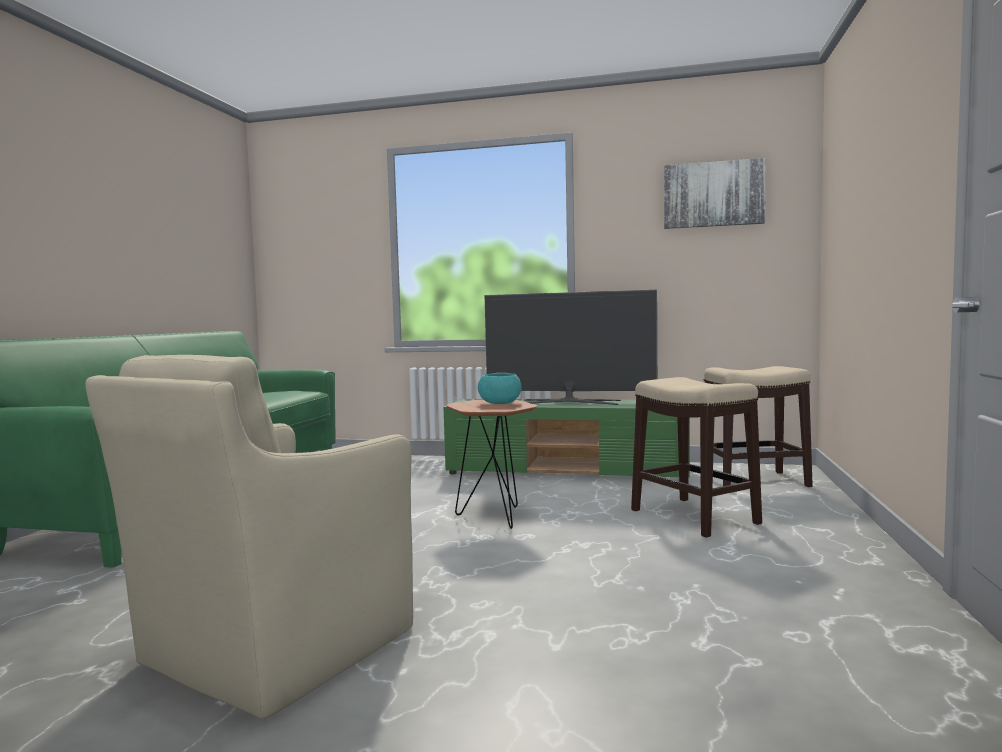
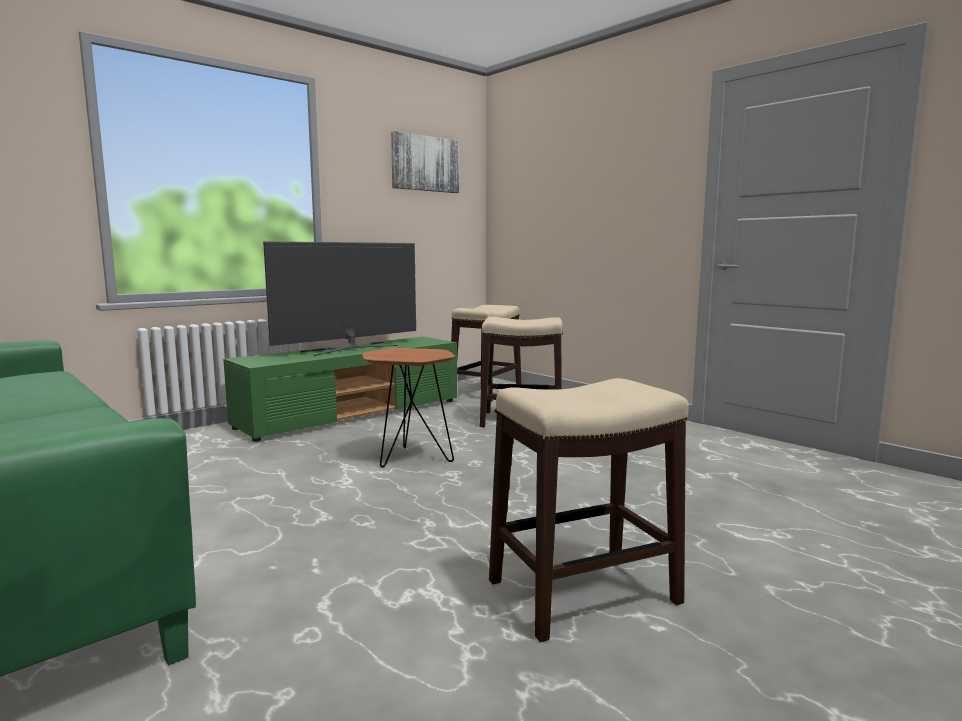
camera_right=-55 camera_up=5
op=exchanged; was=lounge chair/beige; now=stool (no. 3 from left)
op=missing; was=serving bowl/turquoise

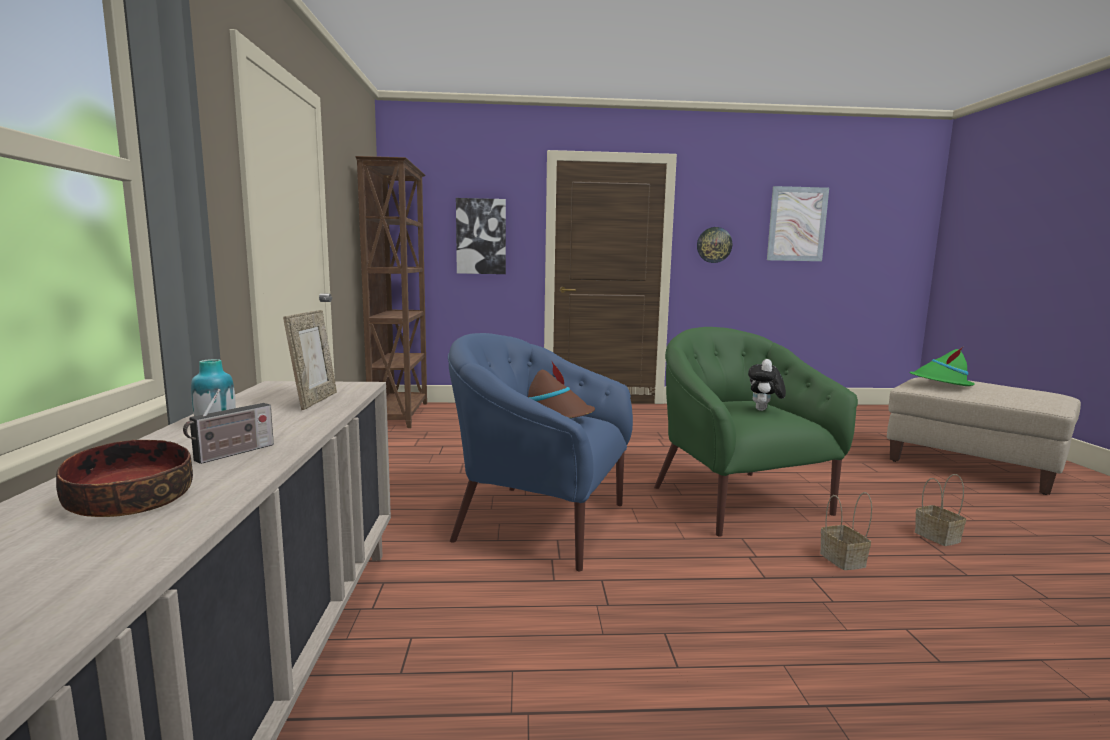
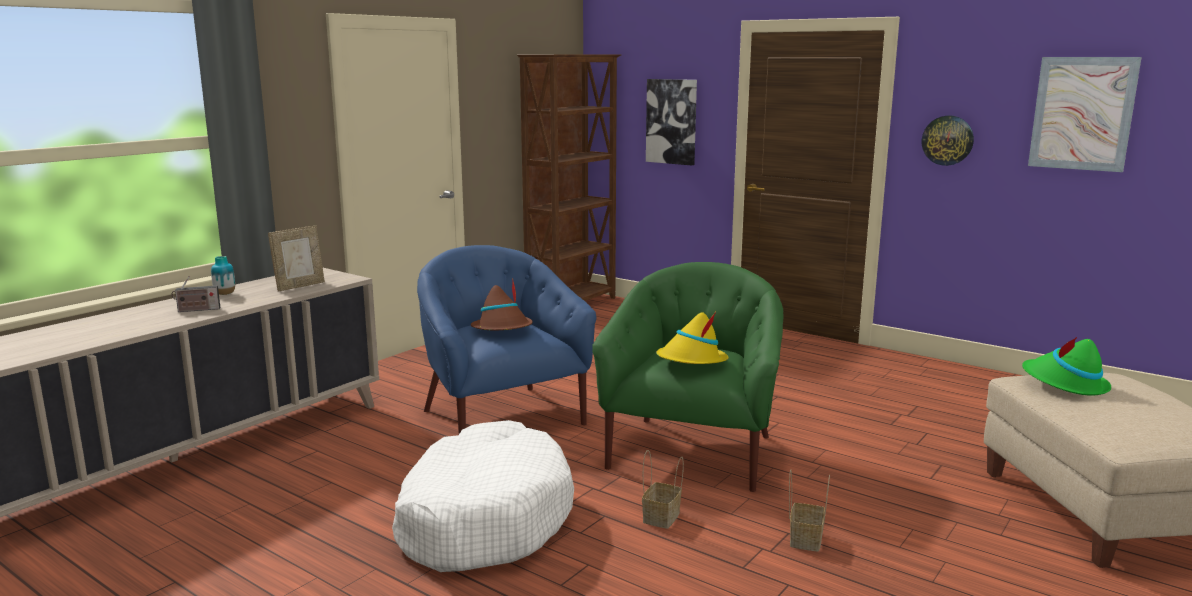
camera_right=40 camera_up=5
op=appeared; now=dog bed/white-coloured
op=exchanged; was=soft toy; now=clothing hat/yellow-coloured
op=missing; was=serving bowl

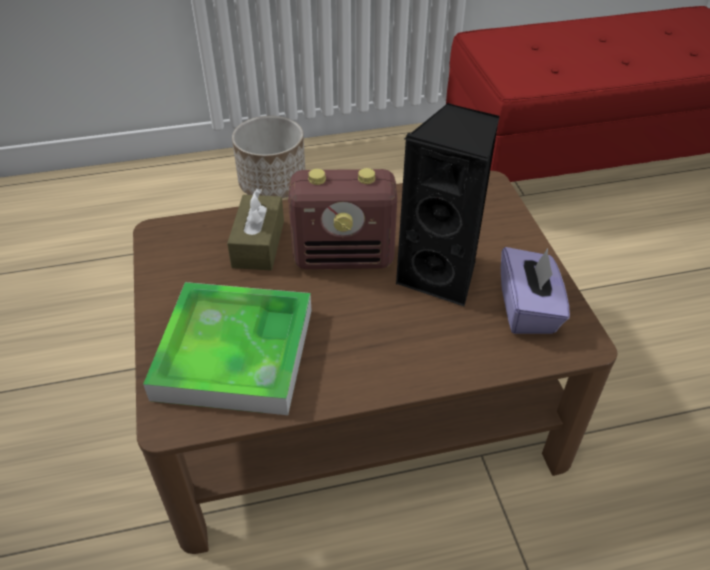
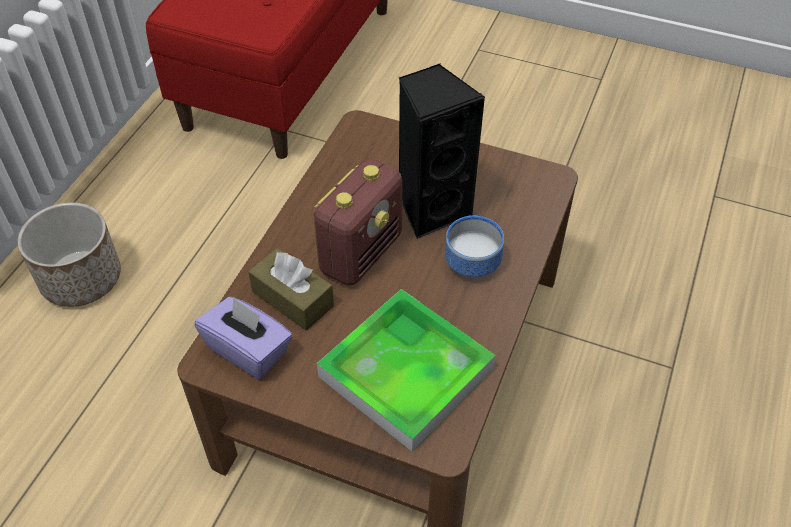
camera_right=-55 camera_up=5
op=relocated; was=box of tissues/purplish
op=appeared; now=serving bowl

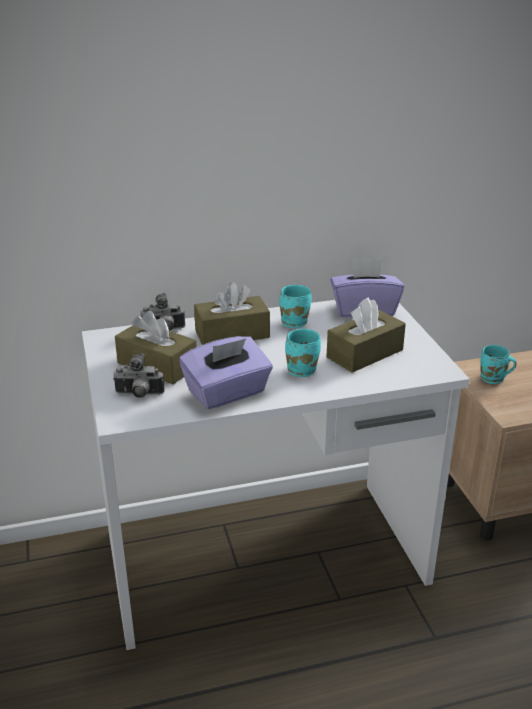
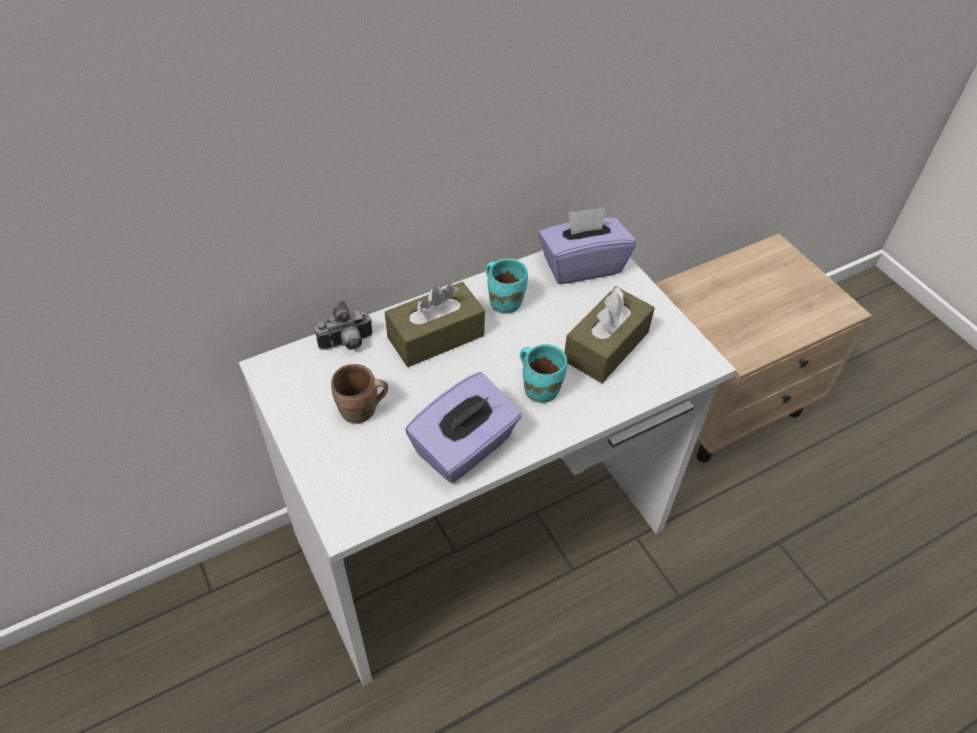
camera_right=-15 camera_up=20
op=exchanged; was=box of tissues/brownish (no. 1 from left); now=coffee mug/brownish
op=missing; was=still camera (no. 1 from left)
op=missing; was=coffee mug/turquoise (no. 3 from left)

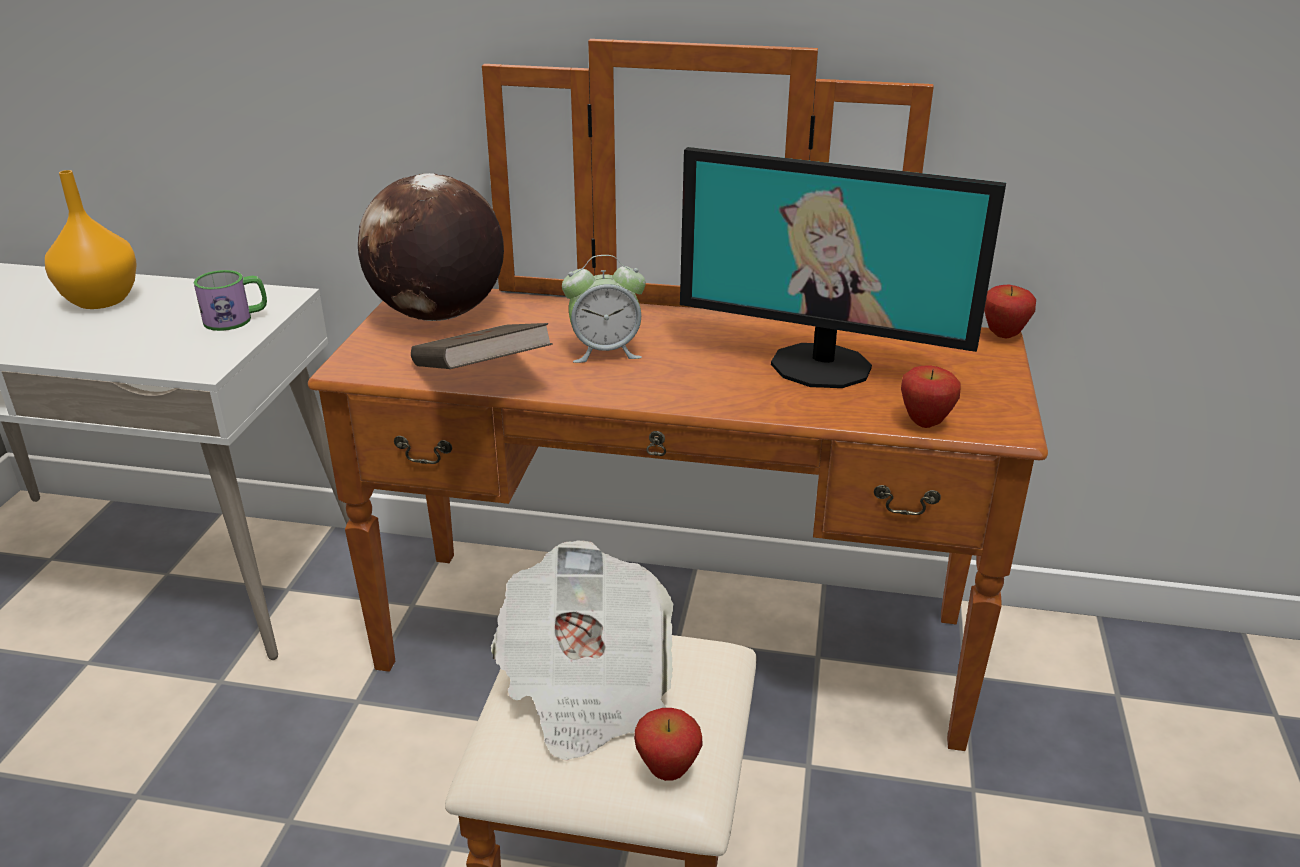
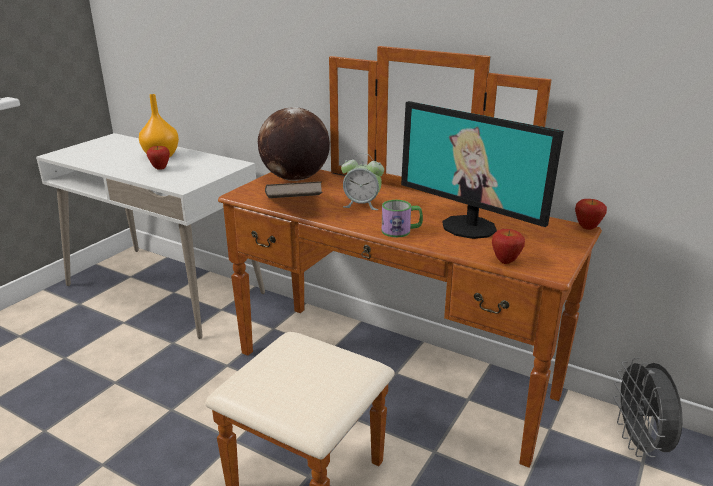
camera_right=20 camera_up=-5
op=relocated; was=apple fruit (no. 1 from left)
op=relocated; was=coffee mug
op=appeared; now=electric fan/greyish
op=missing; was=newspaper

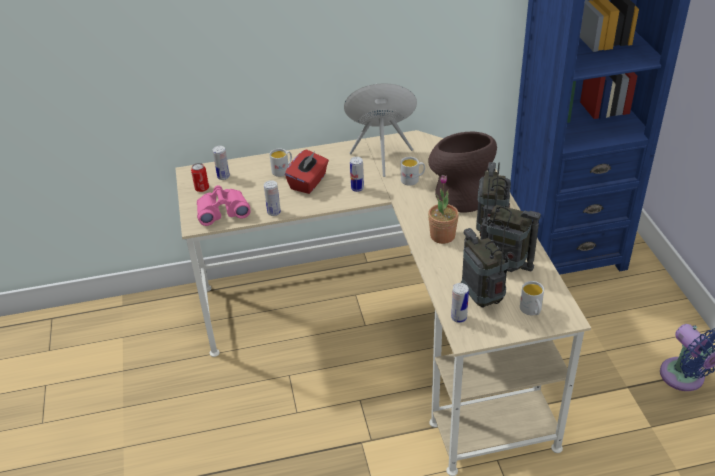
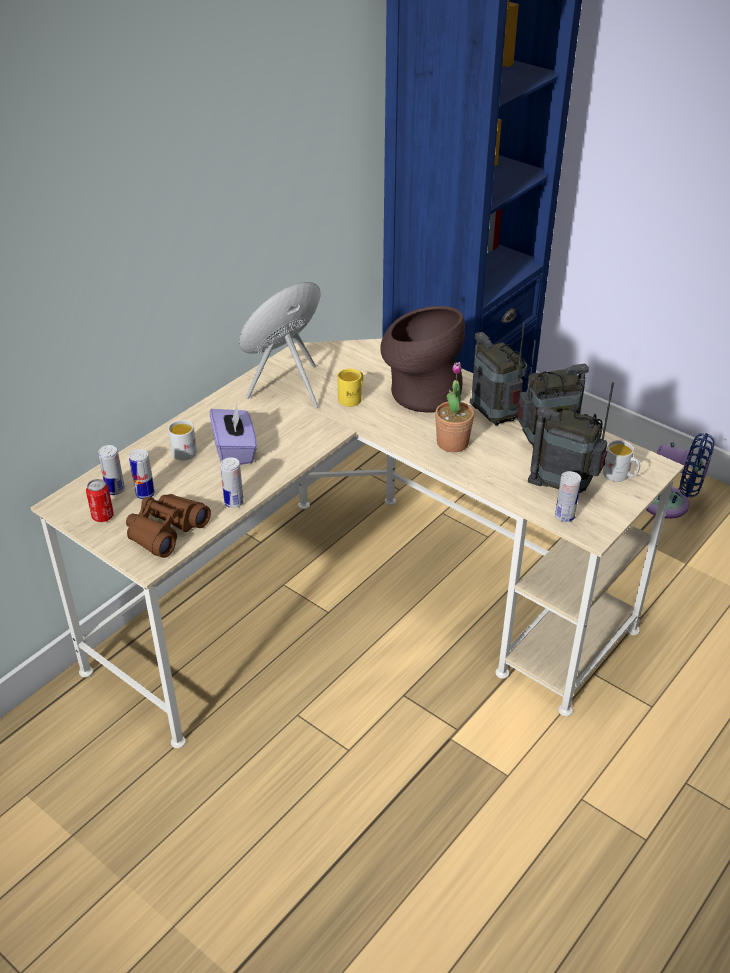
camera_right=-40 camera_up=0
op=colour; was=binoculars/pink-coloured; now=binoculars/brownish
op=relocated; was=sealed can (no. 4 from left in the first image); now=sealed can (no. 3 from left)
op=colour; was=box of tissues/red; now=box of tissues/purplish
op=colour; was=coffee mug/white-coloured (no. 2 from left); now=coffee mug/yellow-coloured

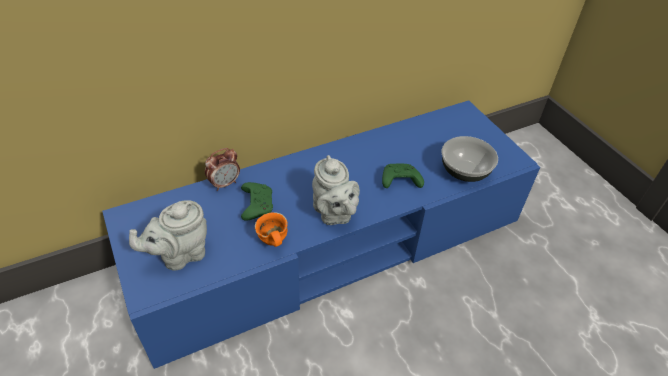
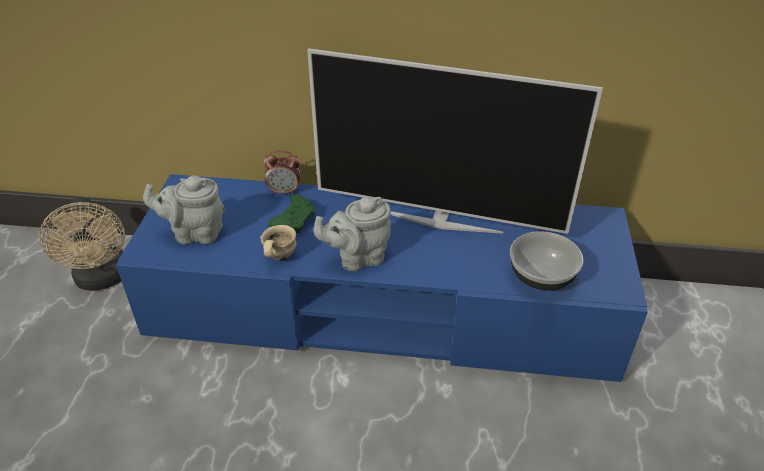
camera_right=35 camera_up=-5
op=appeared; now=electric fan/beige
op=colour; was=coffee mug/orange; now=coffee mug/beige
op=appeared; now=TV set
op=spun; was=teapot/greyish (no. 2 from left); clockwise=60
op=missing; was=game controller/greenish (no. 2 from left)

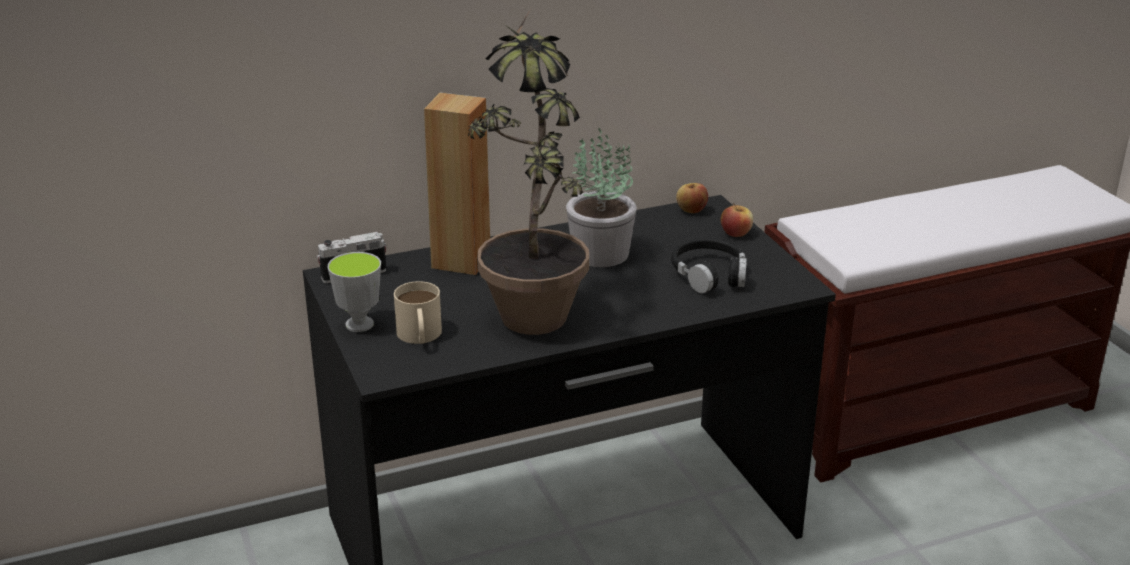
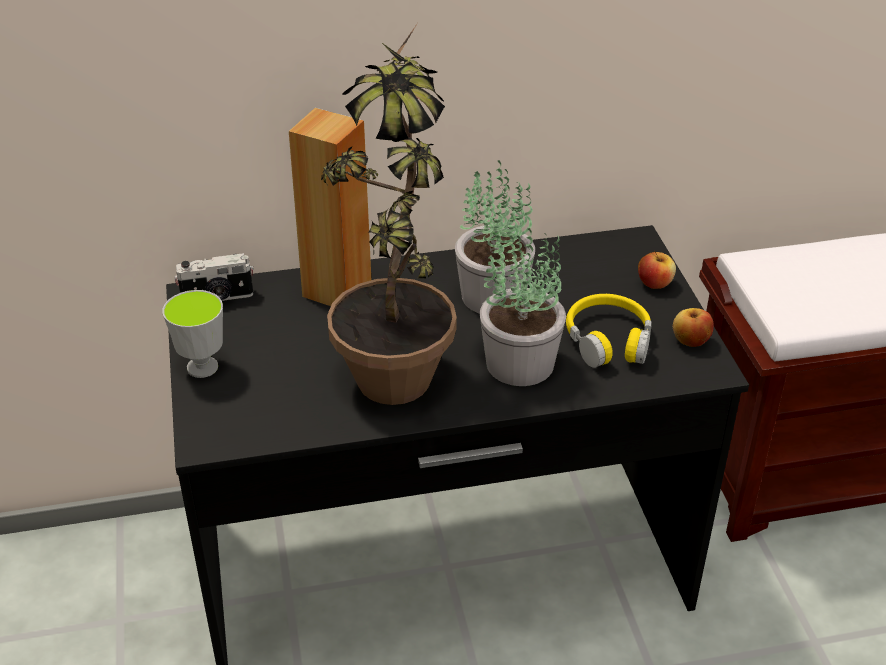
camera_right=10 camera_up=10
op=appeared; now=plant in a pot (no. 3 from left)
op=colour; was=headphones/blackish; now=headphones/yellow-coloured
op=relocated; was=apple fruit (no. 1 from left in the first image); now=apple fruit (no. 2 from left)
op=missing; was=coffee mug/beige

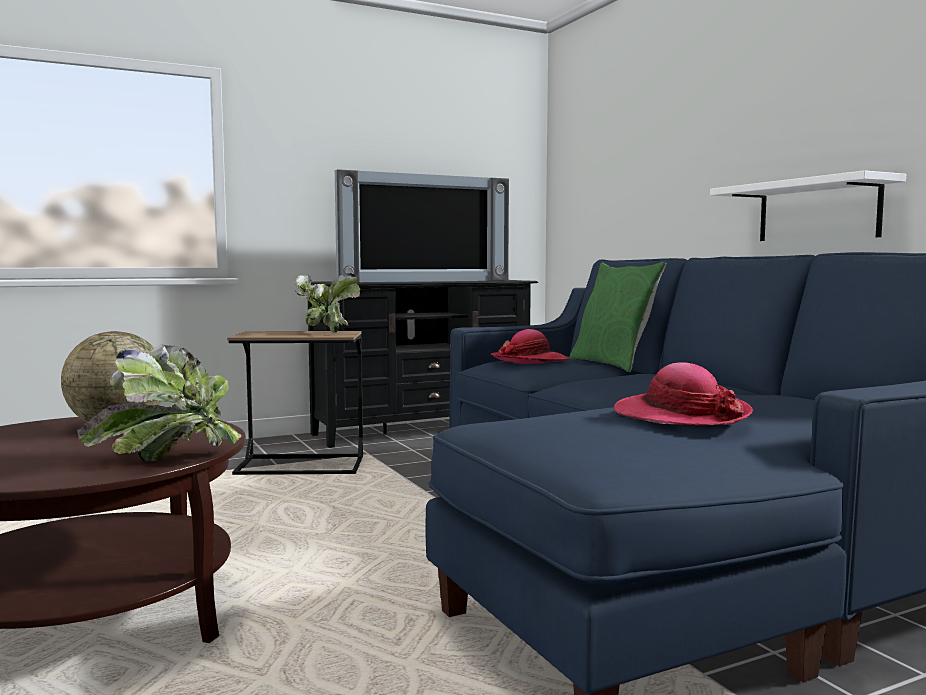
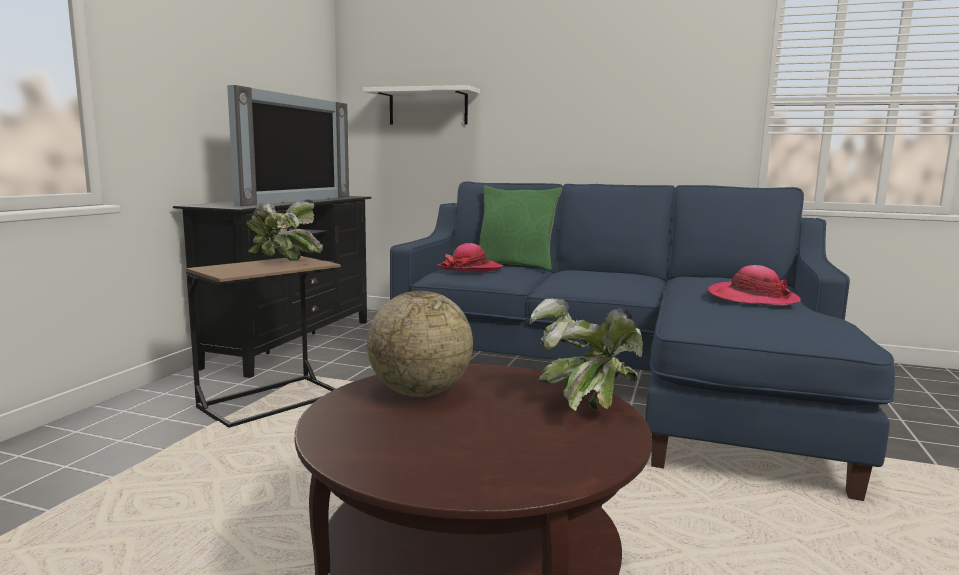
camera_right=-45 camera_up=5
op=relocated; was=wall shelf/white-coloured

